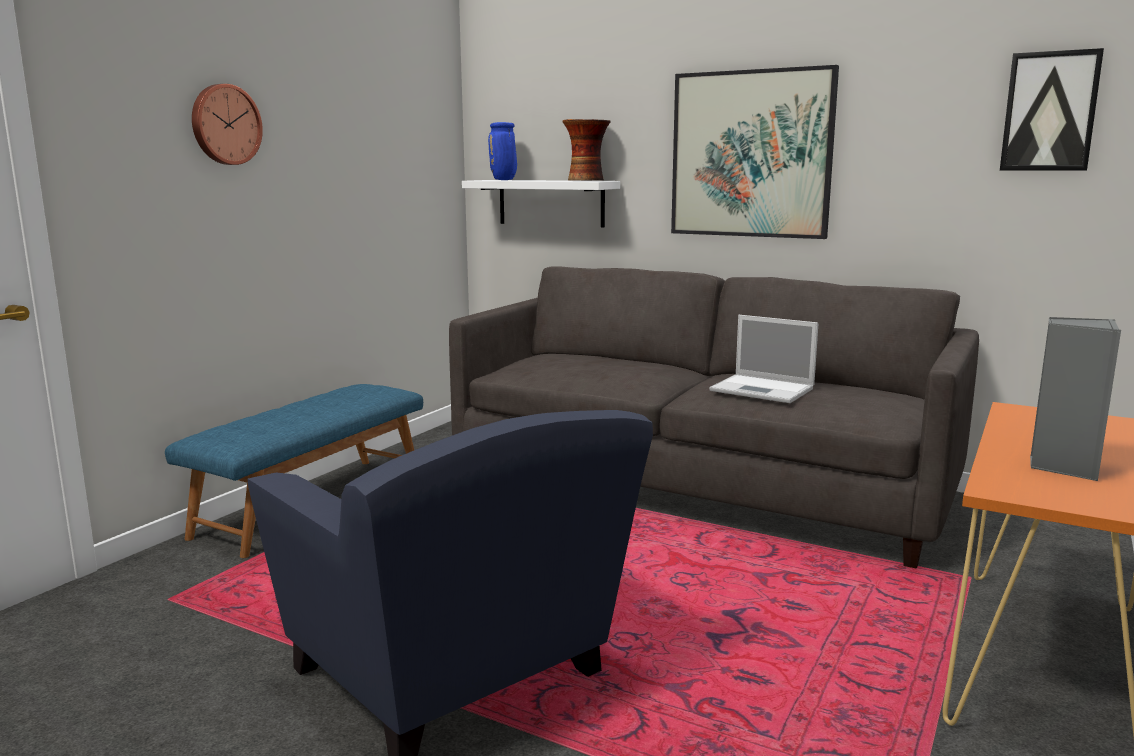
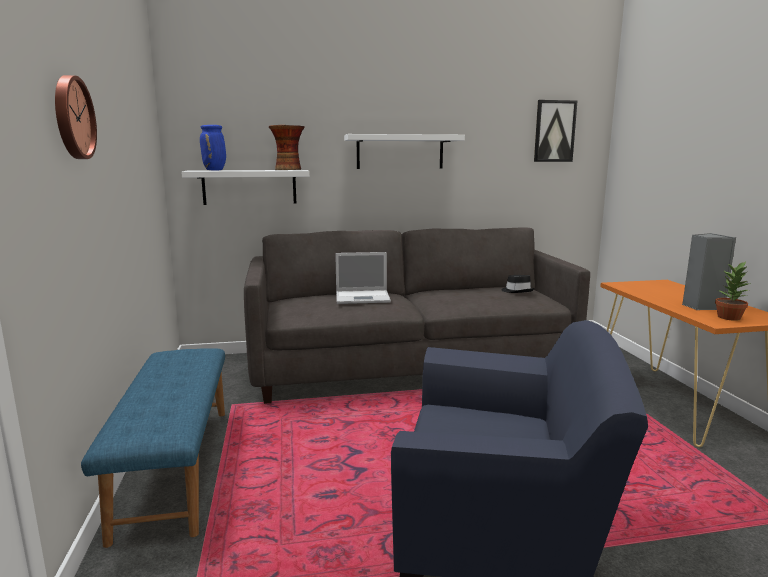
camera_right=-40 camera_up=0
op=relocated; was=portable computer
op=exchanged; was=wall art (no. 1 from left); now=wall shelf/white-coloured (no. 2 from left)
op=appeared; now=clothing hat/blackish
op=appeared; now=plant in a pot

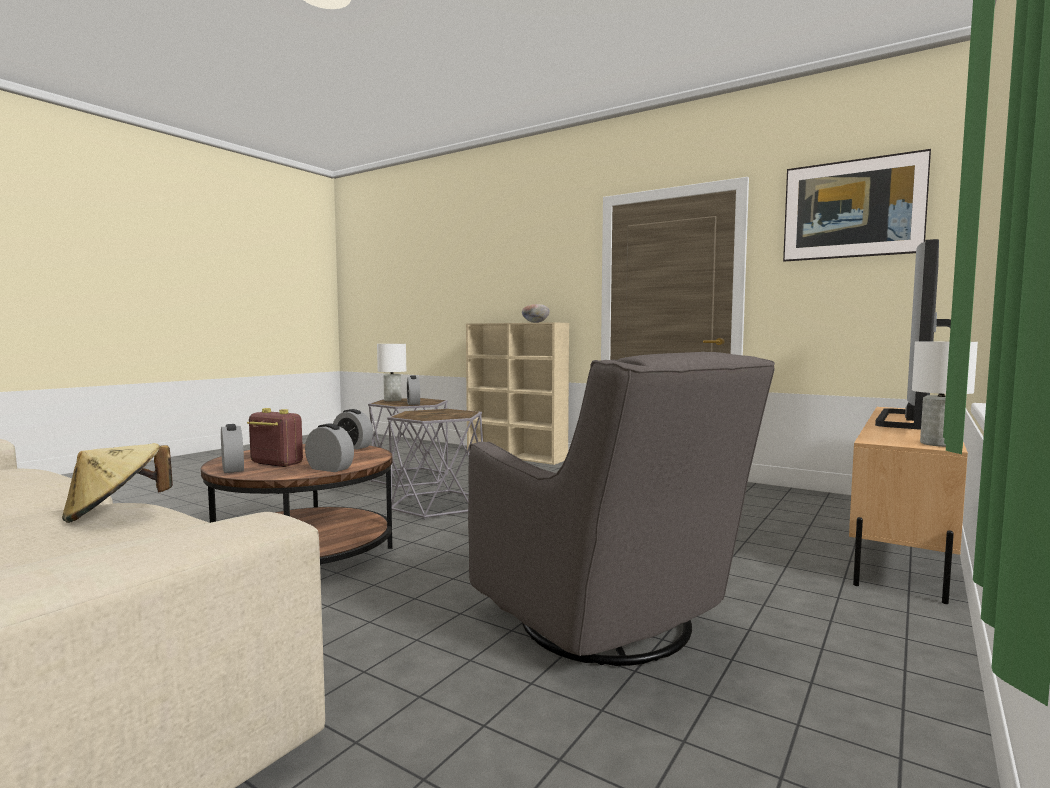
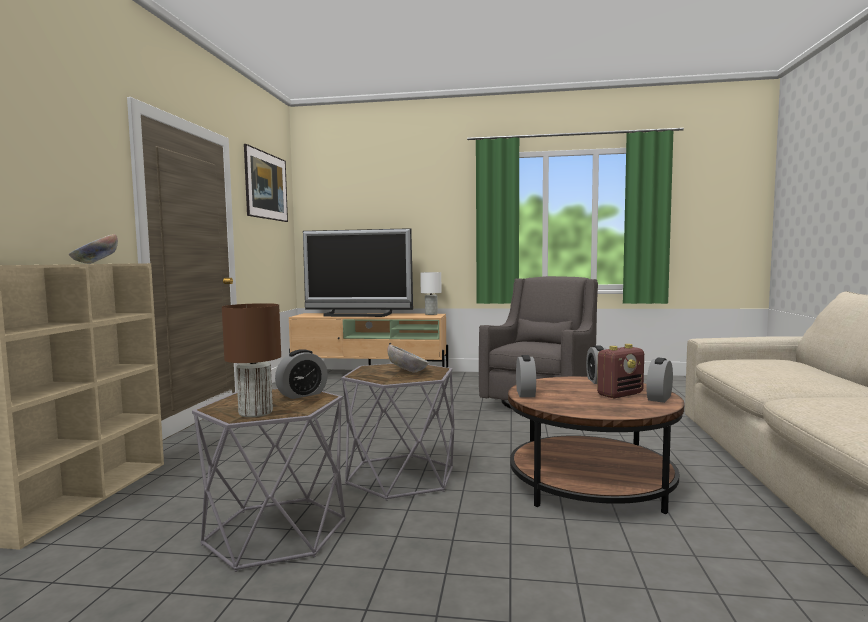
camera_right=-115 camera_up=0
op=colour; was=table lamp/white-coloured (no. 1 from left); now=table lamp/brownish
op=appeared; now=serving bowl (no. 2 from left)
op=spun; was=radio receiver; clockwise=-120
op=missing; was=clothing hat/beige

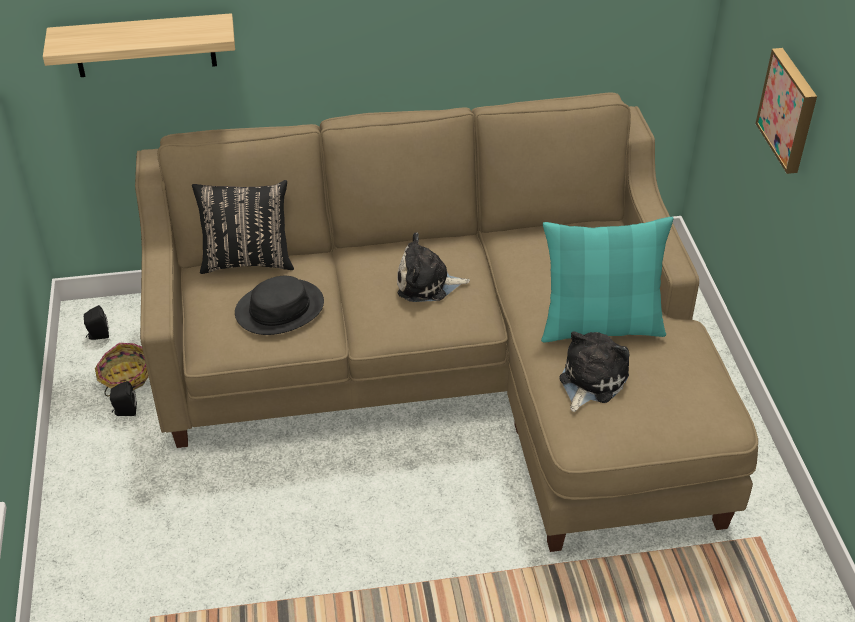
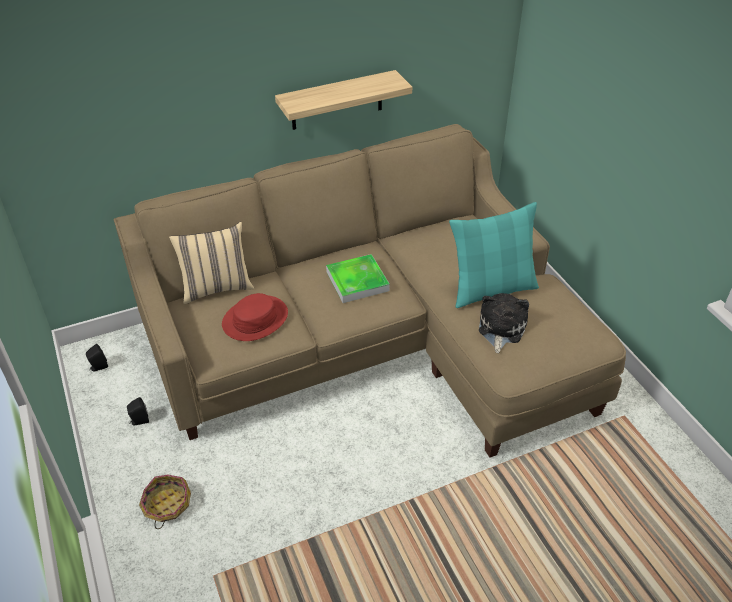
camera_right=-15 camera_up=0
op=relocated; was=storage basket
op=colour; was=cushion/blackish; now=cushion/beige
op=colour; was=clothing hat/blackish; now=clothing hat/red
op=relocated; was=wall shelf
op=exchanged; was=soft toy (no. 1 from left); now=serving tray
op=missing; was=wall art

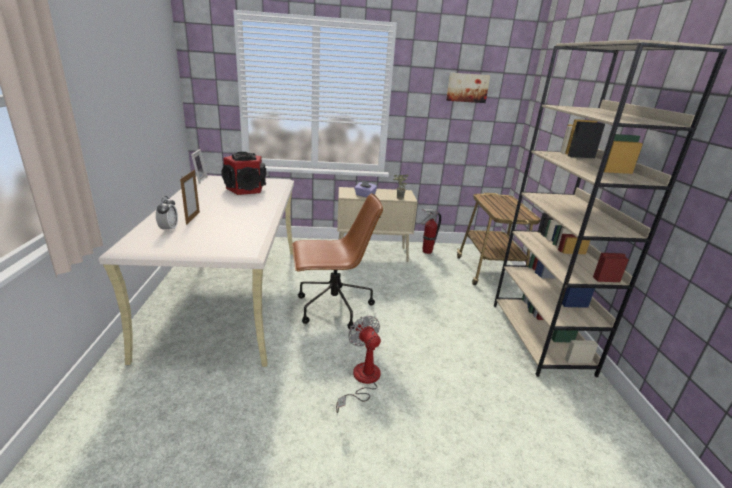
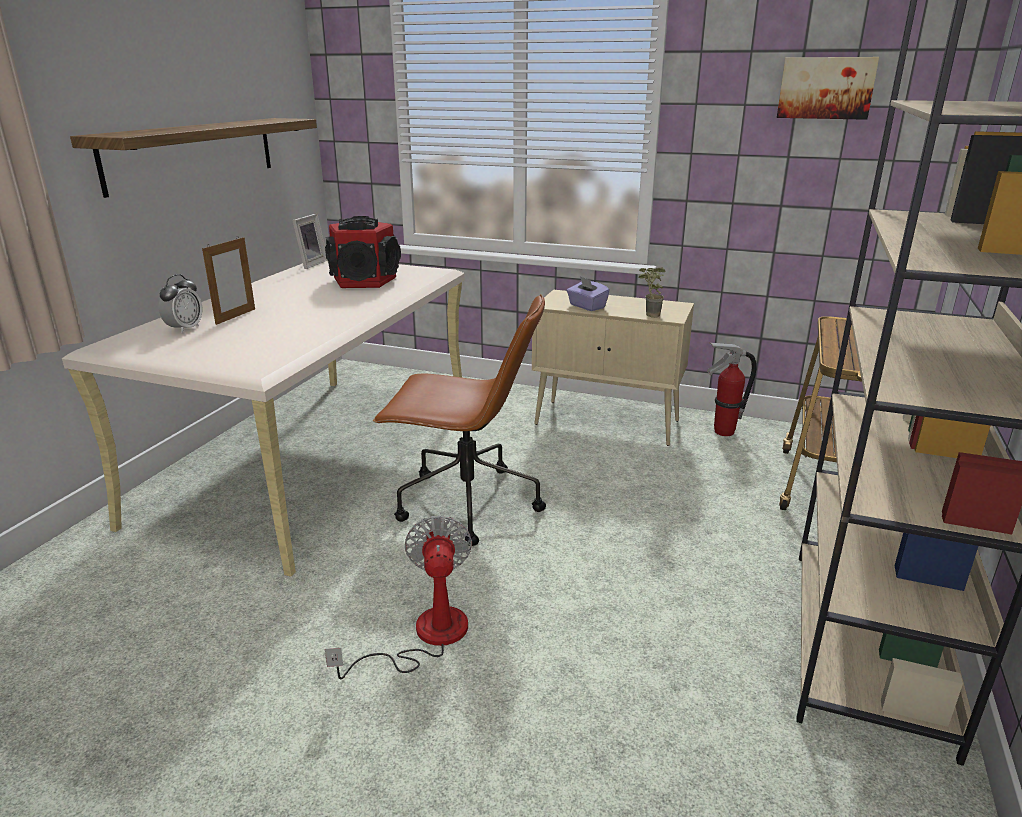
camera_right=25 camera_up=0
op=appeared; now=wall shelf

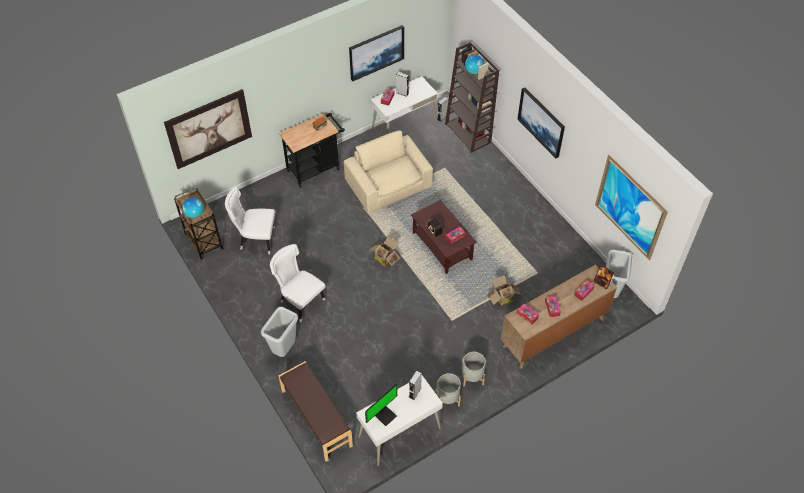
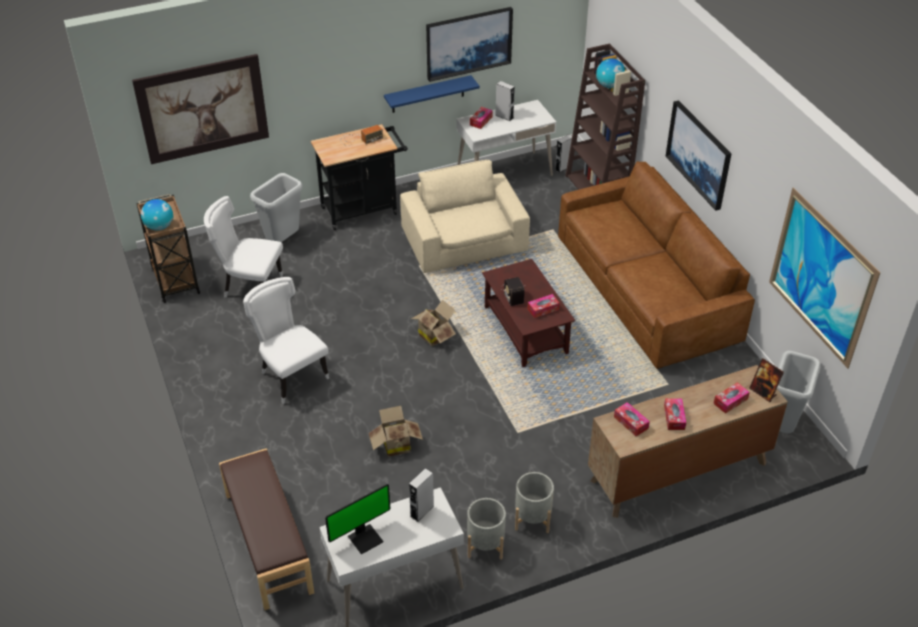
camera_right=10 camera_up=-10
op=relocated; was=trash can/greyish (no. 1 from left)
op=relocated; was=packing box (no. 2 from left in the first image); now=packing box (no. 1 from left)
op=appeared; now=wall shelf/bluish
op=appeared; now=sofa/brownish

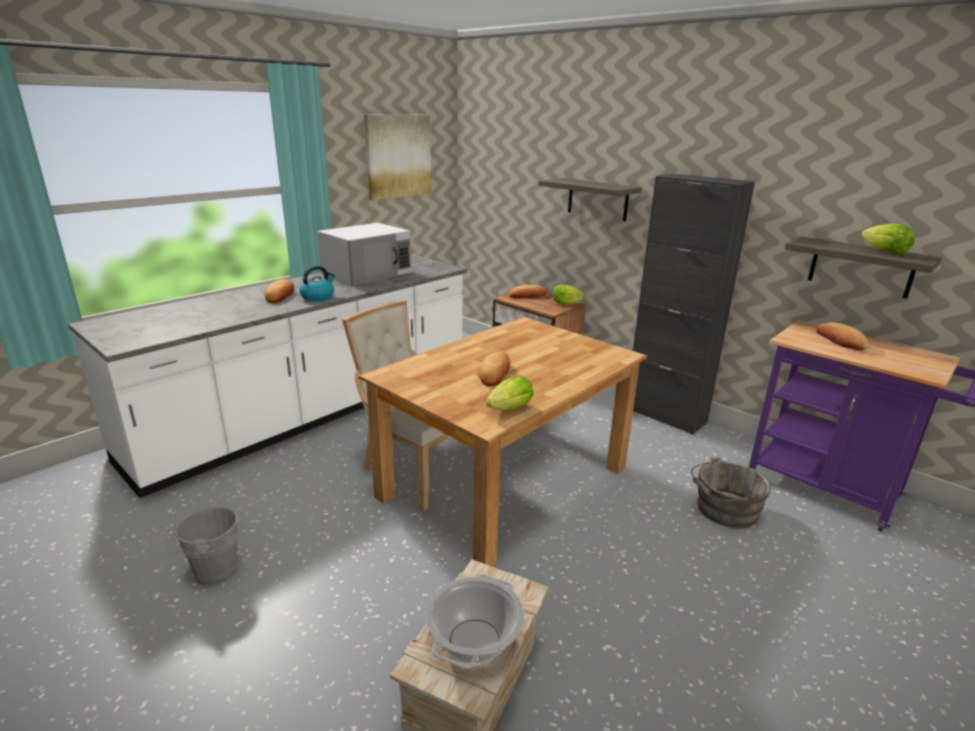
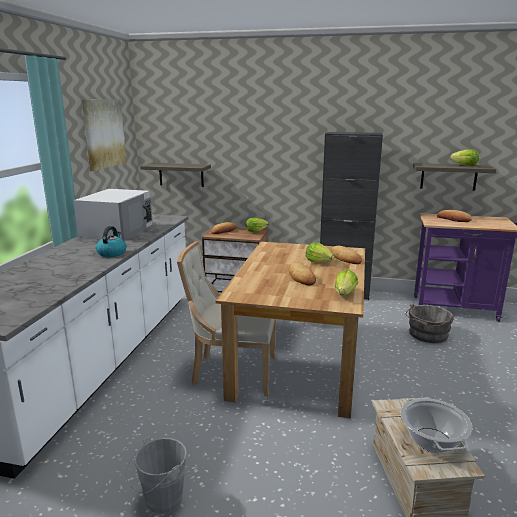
camera_right=-30 camera_up=-5
op=relocated; was=wall shelf (no. 1 from left)
op=appeared; now=head of lettuce (no. 2 from left)
op=relocated; was=bakery bread (no. 1 from left in the first image); now=bakery bread (no. 3 from left)

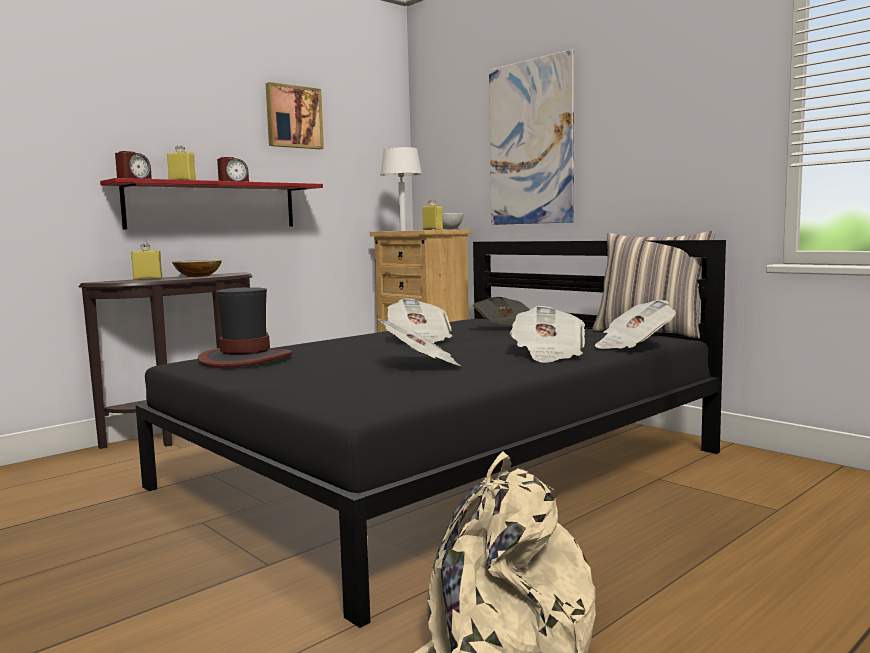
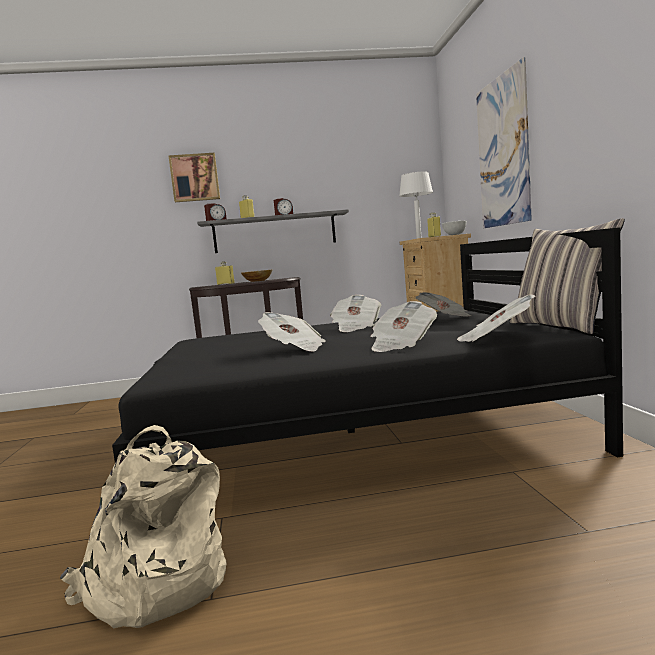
camera_right=35 camera_up=0
op=relocated; was=wall art (no. 1 from left)
op=colour; was=wall shelf/red; now=wall shelf/greyish
op=missing; was=clothing hat

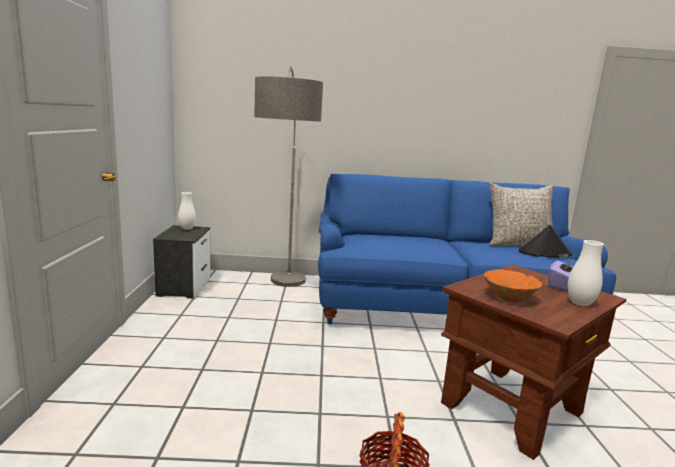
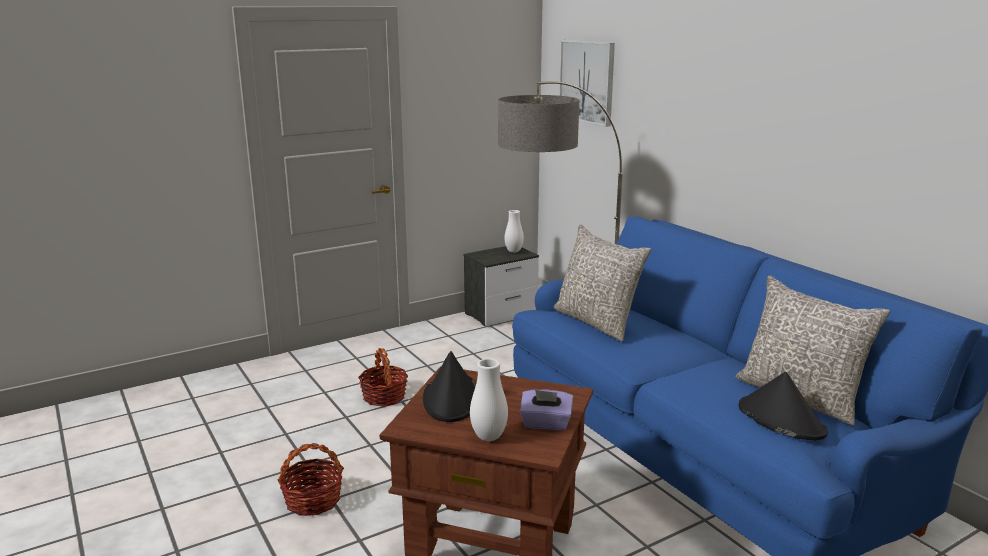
camera_right=60 camera_up=5
op=appeared; now=storage basket (no. 2 from left)
op=exchanged; was=serving bowl/orange; now=clothing hat/blackish (no. 1 from left)
op=appeared; now=cushion/greyish (no. 1 from left)
op=appeared; now=wall art

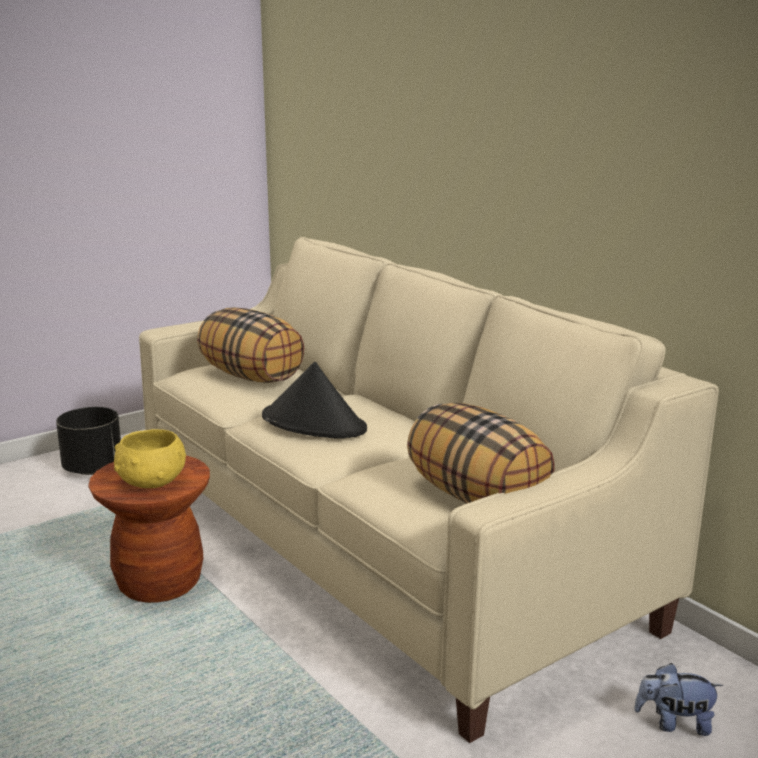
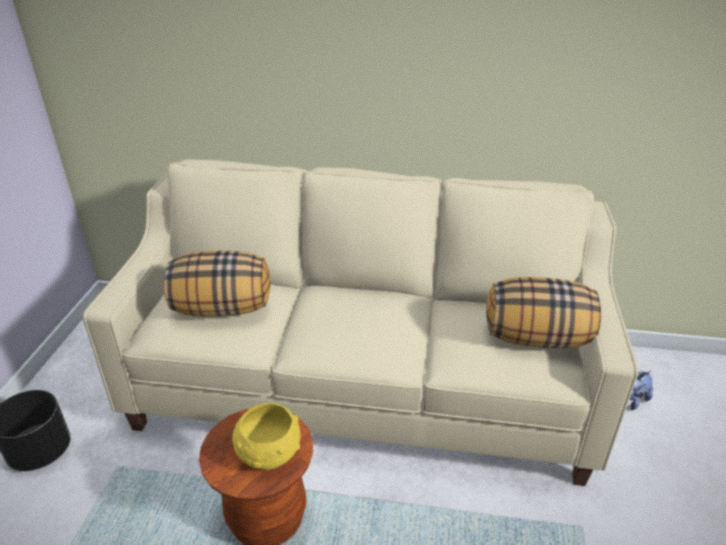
camera_right=-45 camera_up=15
op=missing; was=clothing hat/blackish

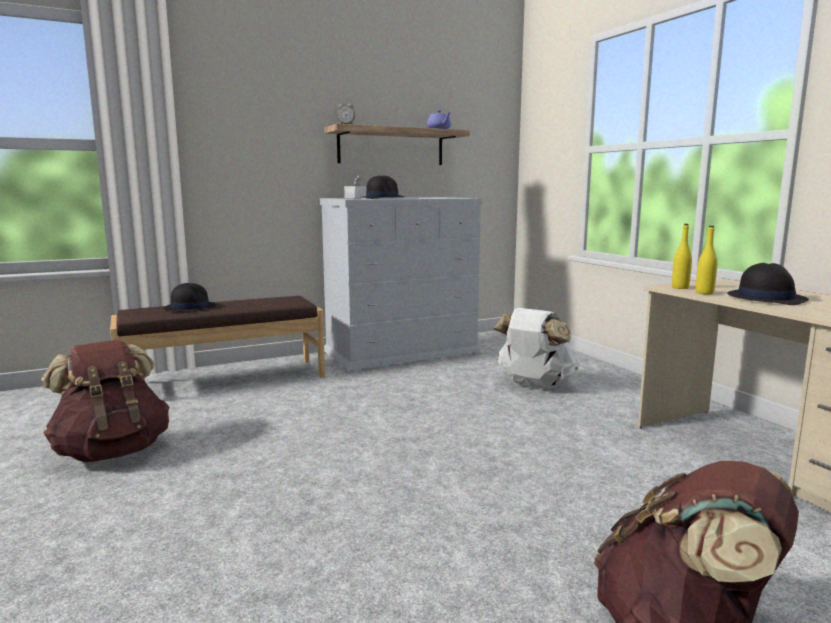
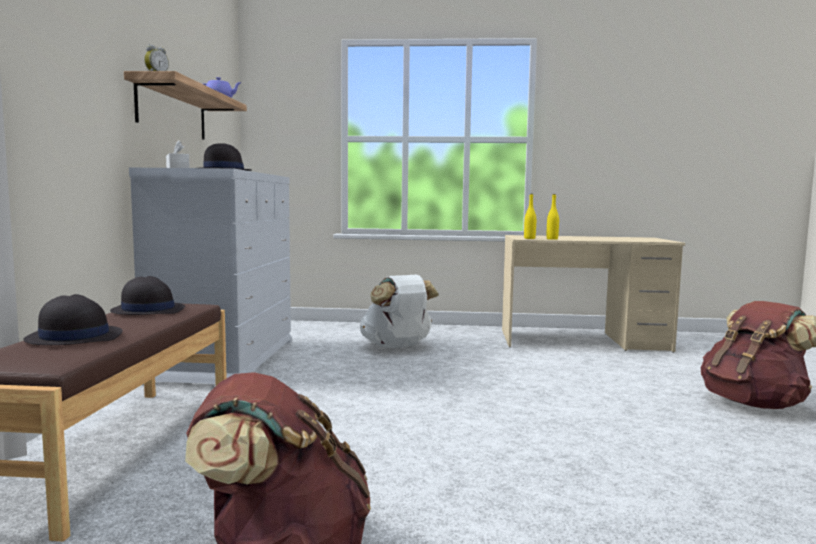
camera_right=-60 camera_up=-5
op=relocated; was=clothing hat/blackish (no. 3 from left in the first image); now=clothing hat/blackish (no. 2 from left)

